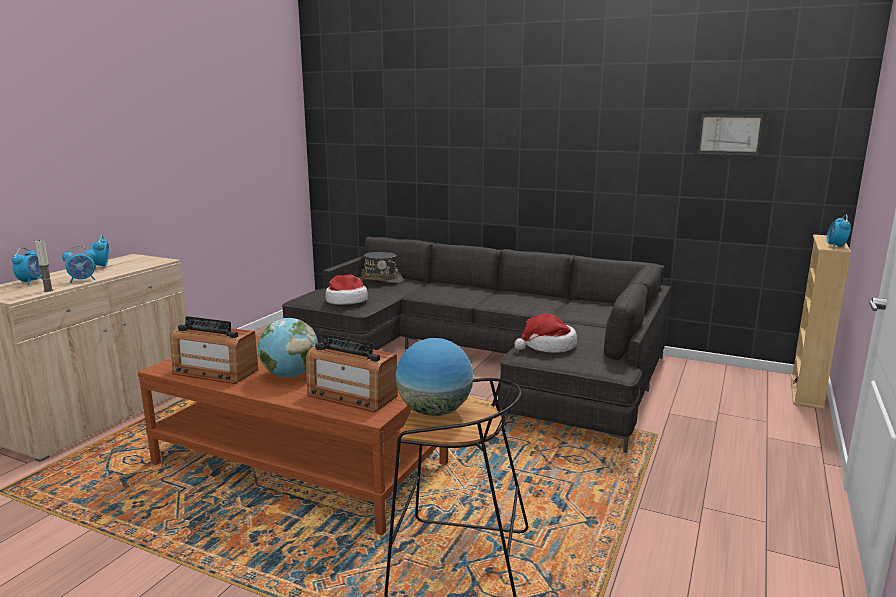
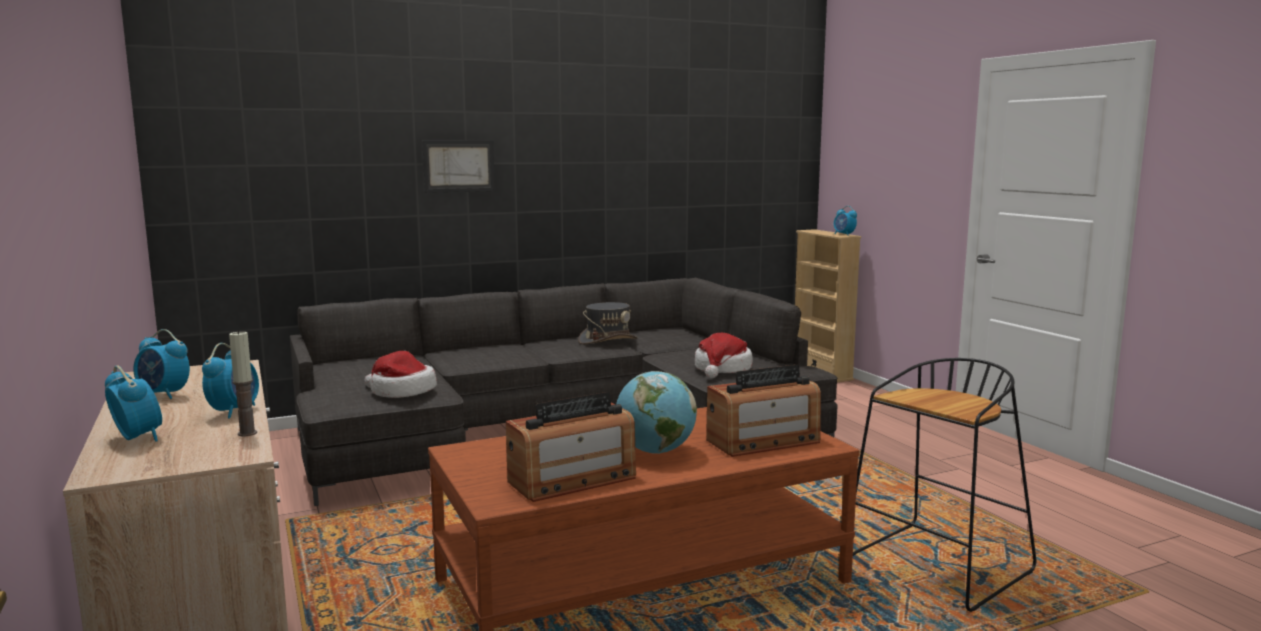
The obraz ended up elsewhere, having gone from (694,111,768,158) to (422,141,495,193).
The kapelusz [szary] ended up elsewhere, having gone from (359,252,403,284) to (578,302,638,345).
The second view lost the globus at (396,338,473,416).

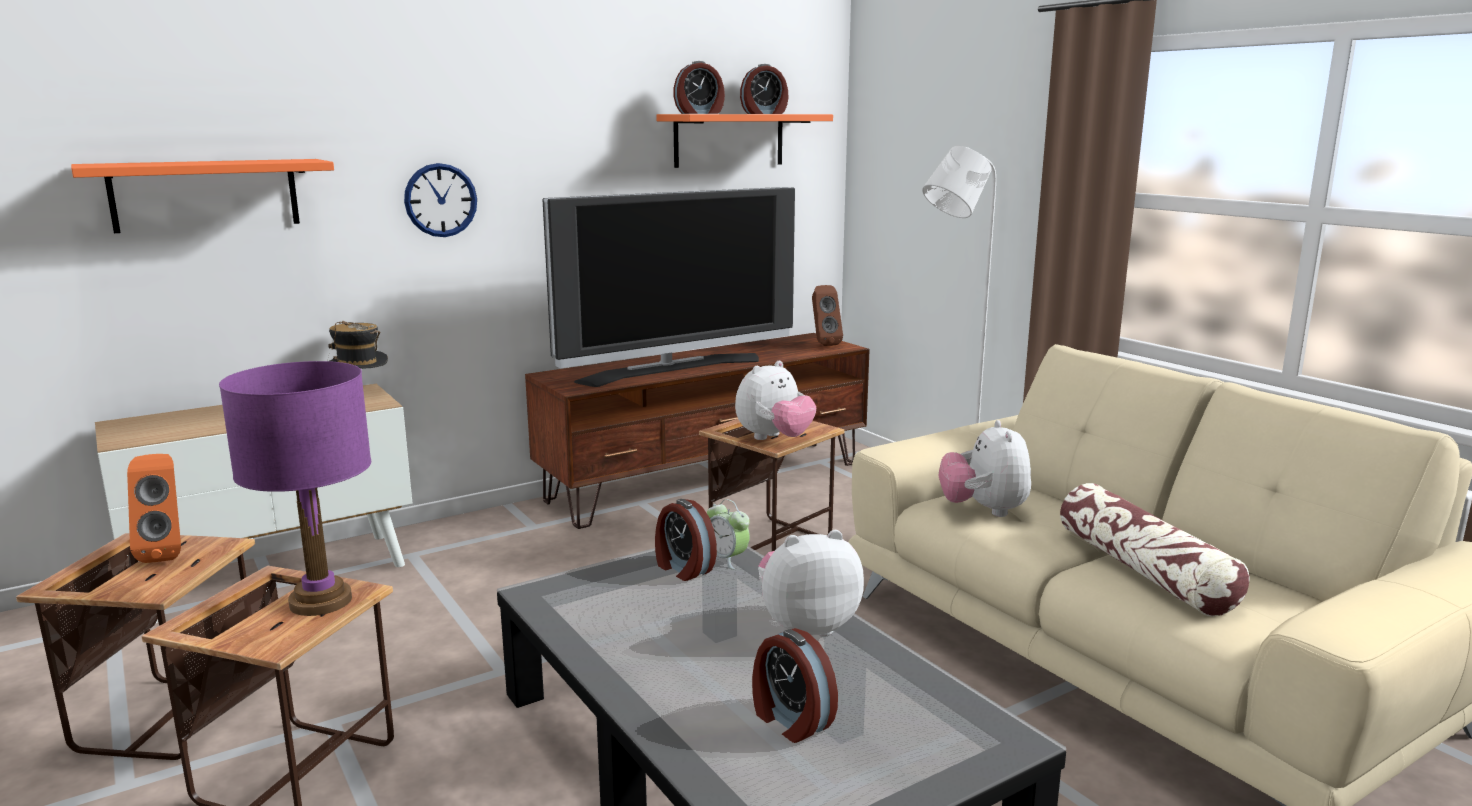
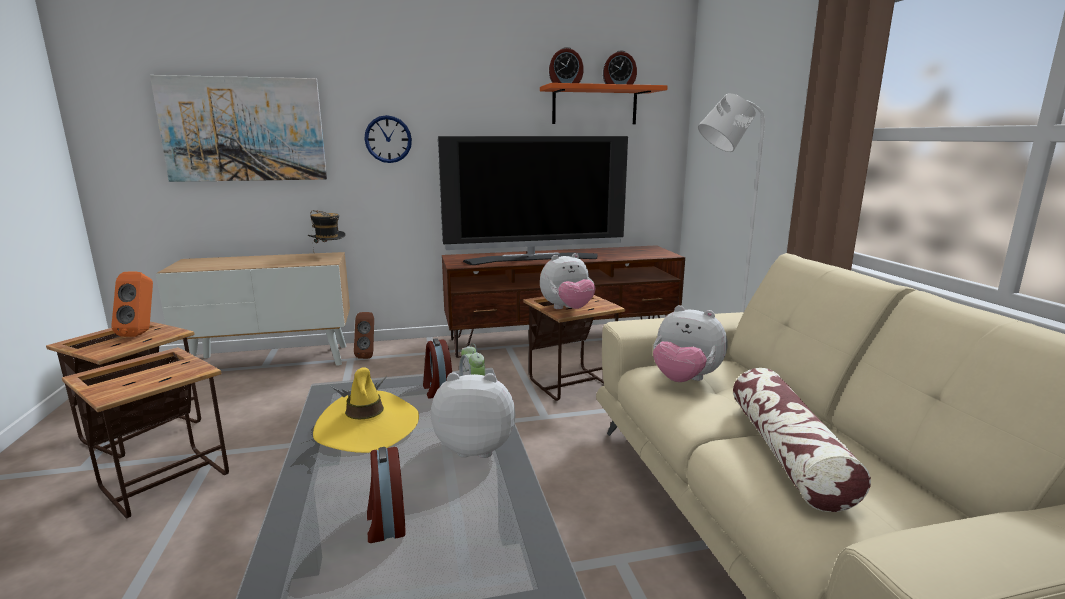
Where the półka [pomarańczowy] hung at (71,159,334,233), the obraz came to hang at (150,75,327,182).
The second view gained the kapelusz [żółty] at (313,367,419,453).
The głośnik [brązowy] ended up elsewhere, having gone from (812,285,843,346) to (354,312,374,359).
The pluszak at (939,420,1031,517) ended up facing another way, 75 degrees counterclockwise from before.
The second view lost the lampa stołowa [fioletowy] at (219,361,371,616).

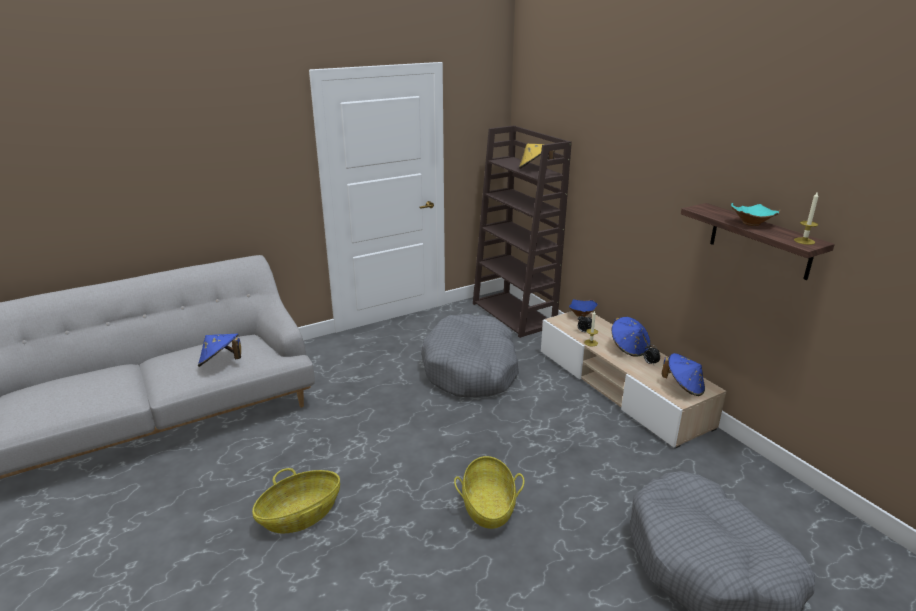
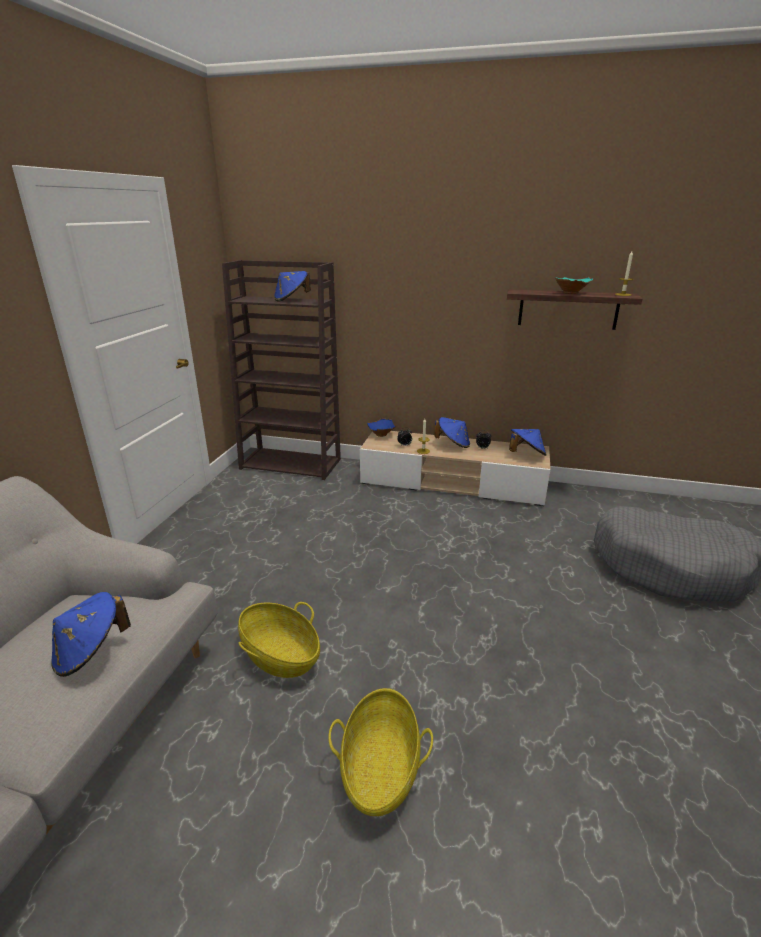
The koszyk ended up elsewhere, having gone from (454,456,524,529) to (238,602,320,678).
What was the kapelusz [żółty] at (519,144,555,169) turned into the kapelusz [niebieski] at (274,271,311,302).
The second view lost the legowisko [szary] at (421,314,519,397).

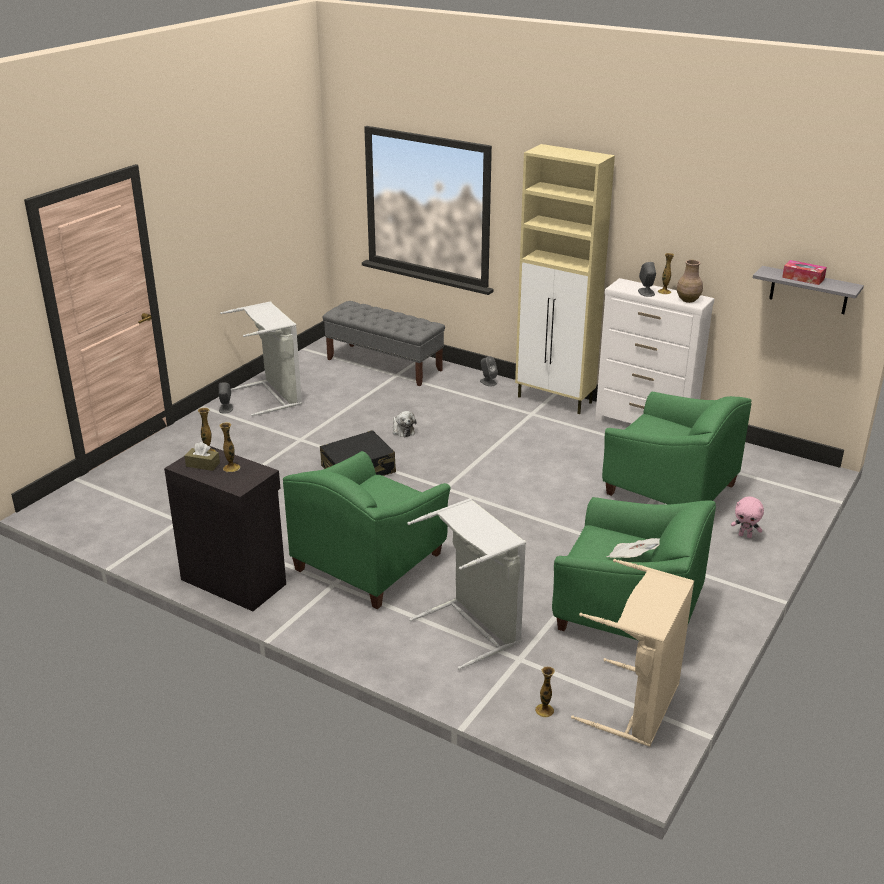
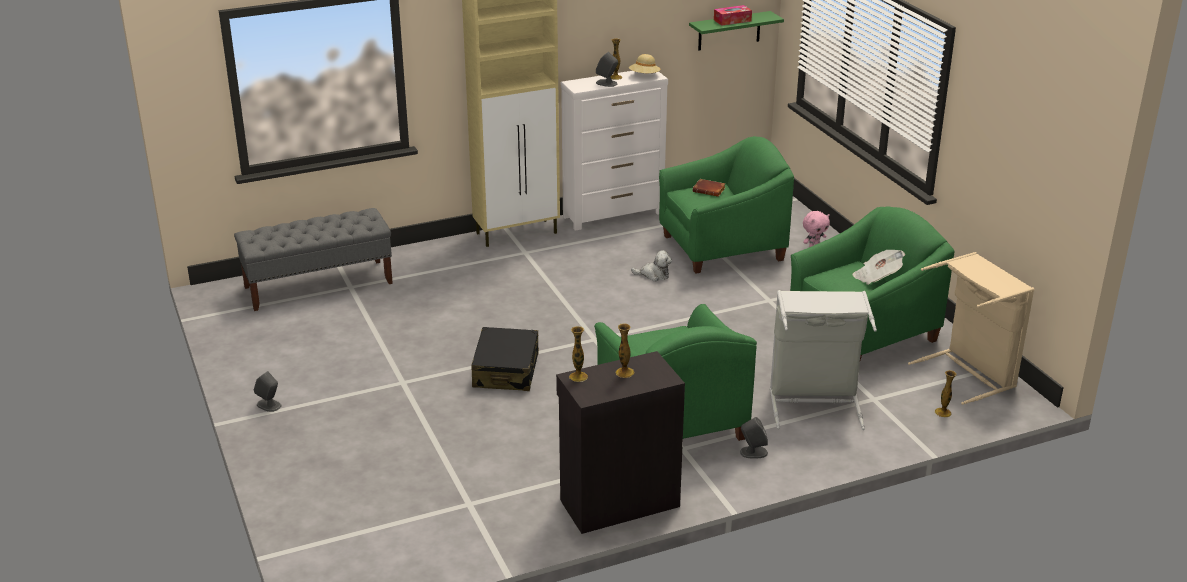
Where the wazon [brązowy] stood at (677,260,703,303), the kapelusz [beżowy] came to stand at (629,54,661,73).
The pluszak ended up elsewhere, having gone from (393,411,417,437) to (631,250,672,281).
What was the półka [szary] at (753,266,864,314) turned into the półka [zielony] at (689,11,784,51).
The second view gained the książka [brązowy] at (693,179,725,197).
The głośnik [szary] ended up elsewhere, having gone from (480,356,498,387) to (740,417,768,458).
The second view lost the pudełko chusteczek [brązowy] at (185,442,220,471).
The second view lost the kosz na pranie [szary] at (220,301,302,416).

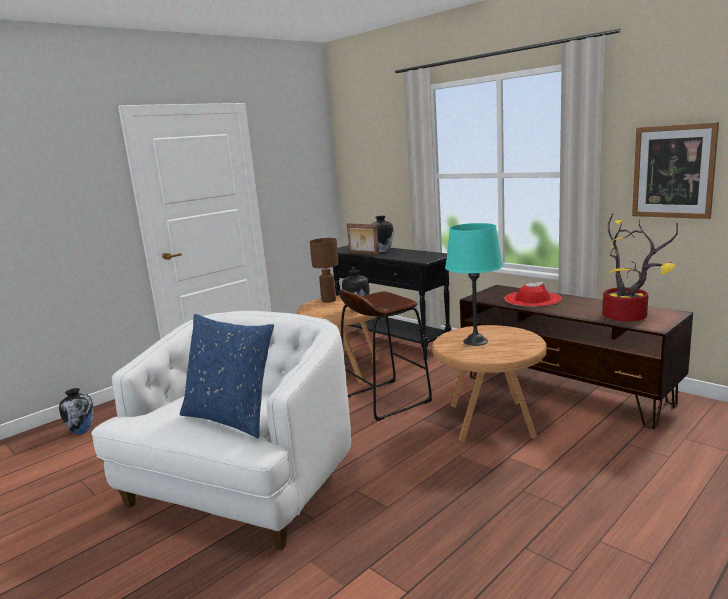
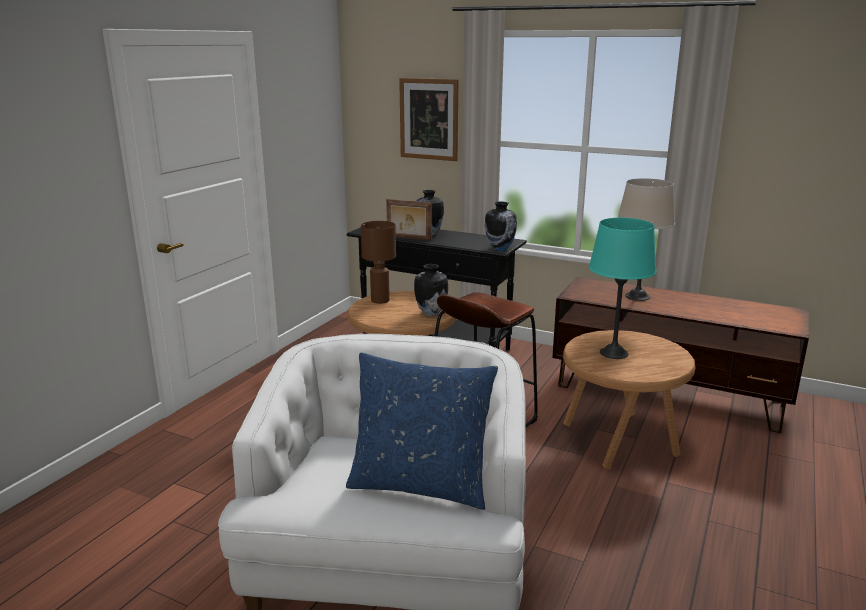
The obraz ended up elsewhere, having gone from (632,122,719,219) to (399,78,458,161).
The wazon ended up elsewhere, having gone from (59,388,94,434) to (485,201,517,251).
Where the kapelusz [czerwony] stood at (504,282,562,307), the lampa stołowa [beżowy] came to stand at (618,178,675,301).
The second view lost the roślina doniczkowa at (603,213,678,322).

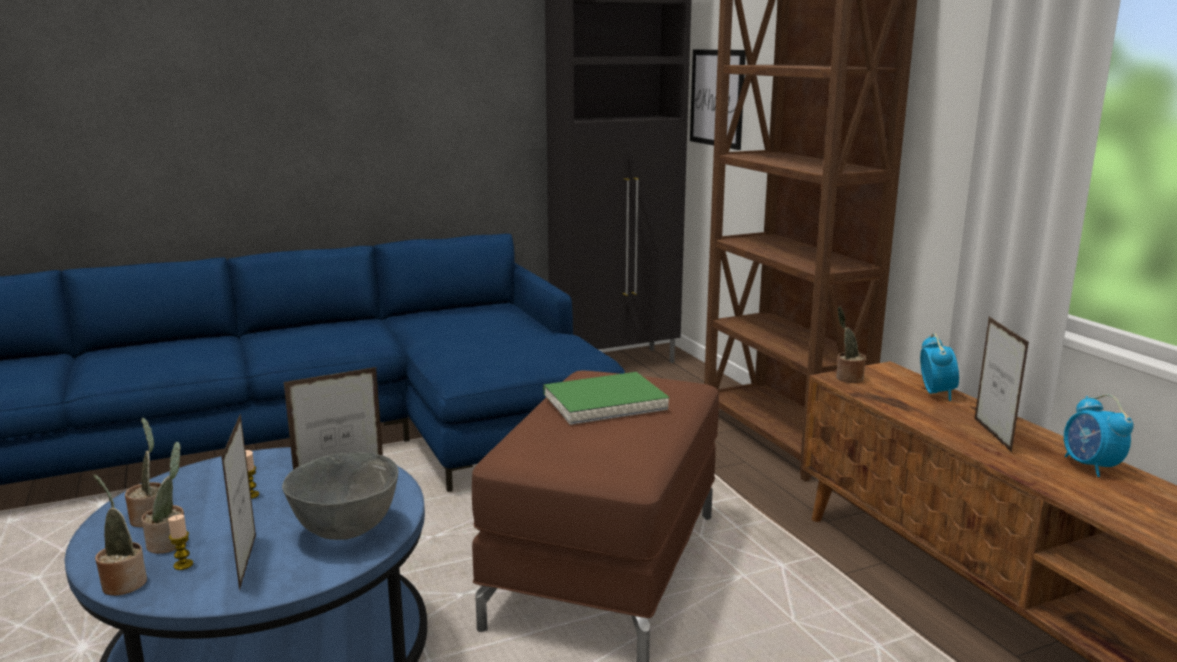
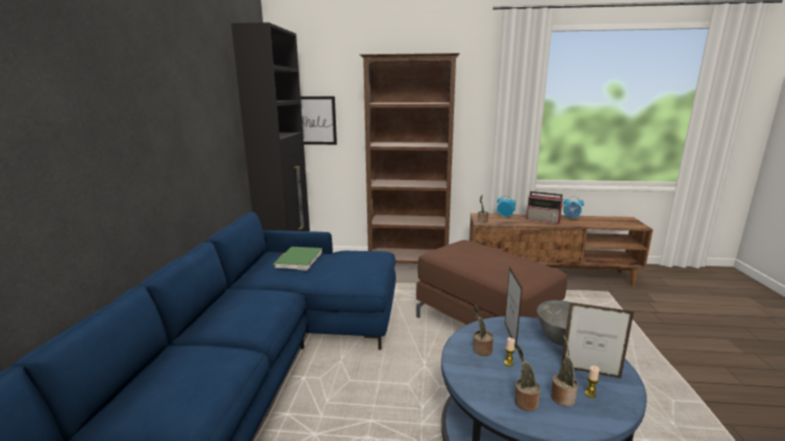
The książka [zielony] ended up elsewhere, having gone from (543,372,670,425) to (273,247,322,271).
The roślina doniczkowa ended up elsewhere, having gone from (93,474,147,596) to (473,305,493,356).
Where the ramka na zdjęcie stood at (975,317,1029,453), the radio came to stand at (526,191,563,224).

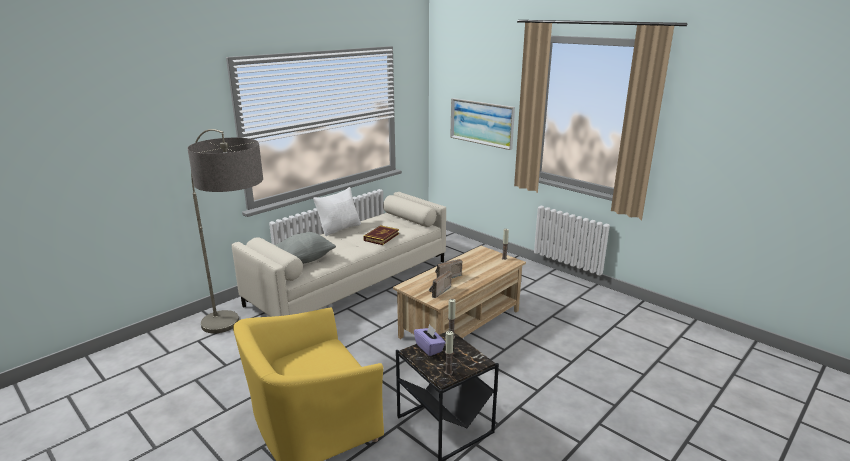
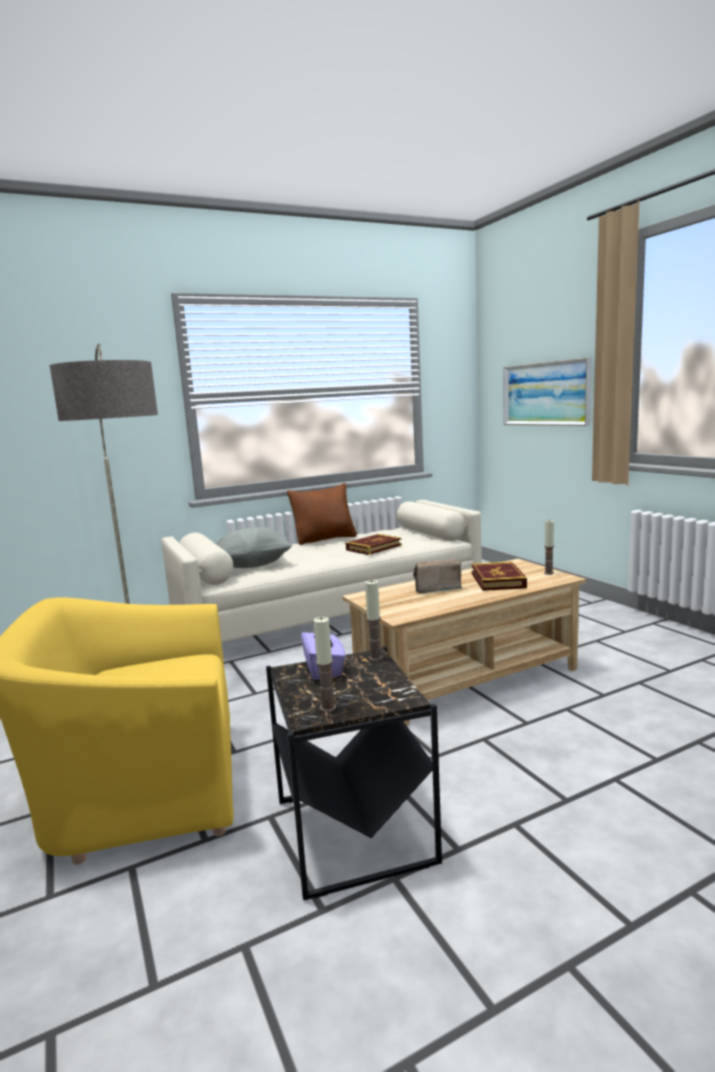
What was the poduszka [biały] at (313,187,361,236) turned into the poduszka [brązowy] at (287,483,357,545).
The second view gained the książka at (471,561,527,591).
The second view lost the radio at (429,270,452,298).

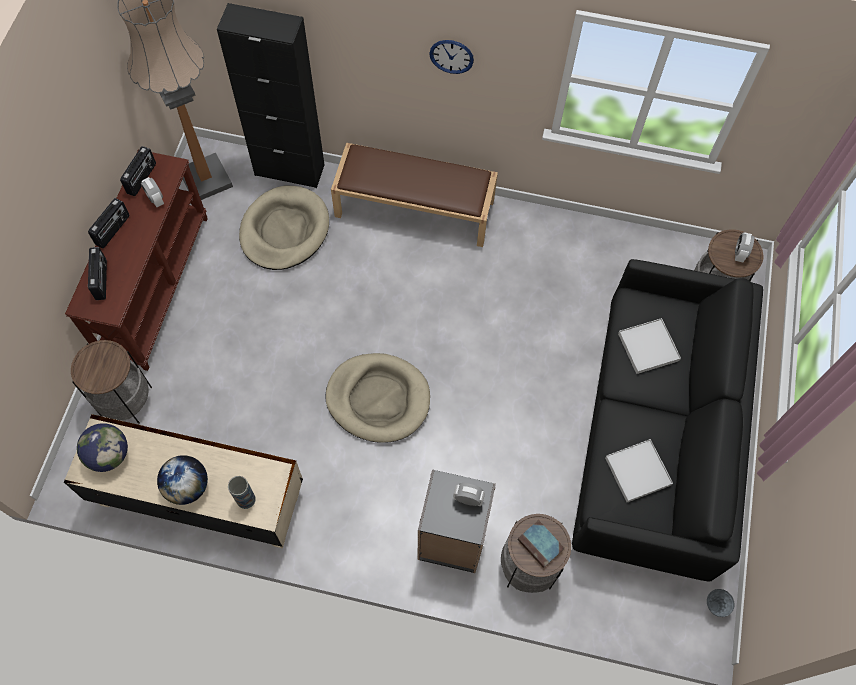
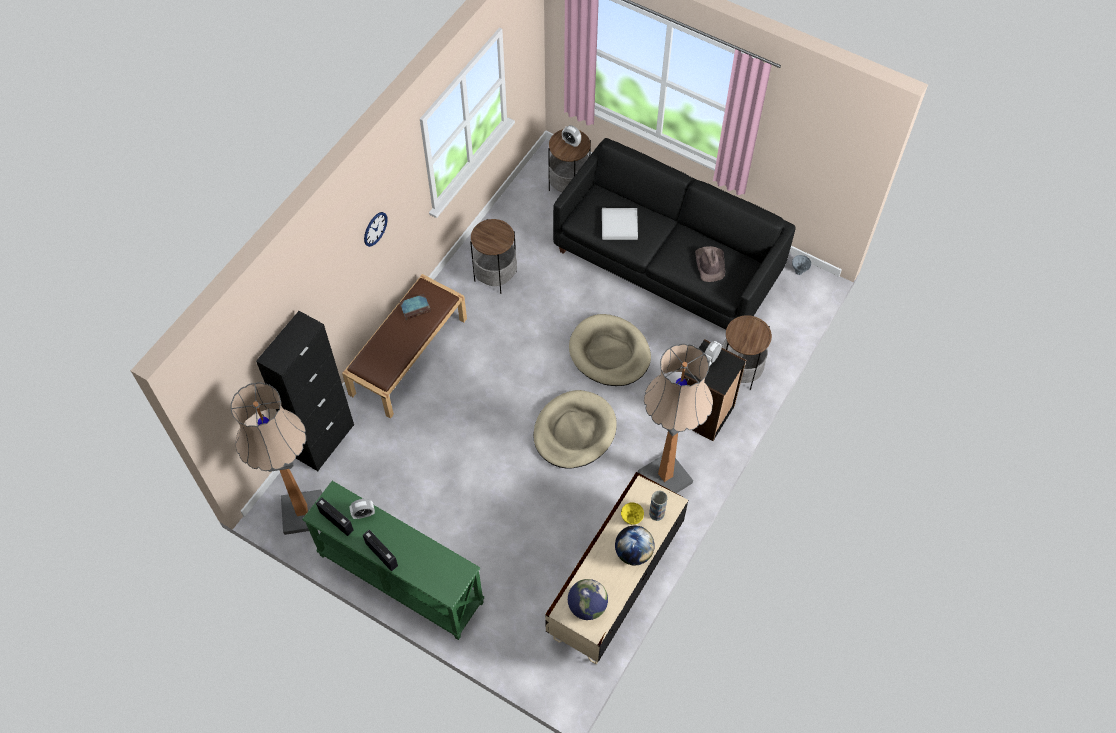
What was the stolik konsolowy [brązowy] at (65,150,208,371) turned into the stolik konsolowy [zielony] at (303,481,484,640).
The książka ended up elsewhere, having gone from (517,520,564,568) to (399,294,431,320).
The stolik ended up elsewhere, having gone from (71,340,152,424) to (470,219,517,294).
The legowisko [beżowy] ended up elsewhere, having gone from (239,185,329,270) to (569,314,651,386).
The second view gained the wazon [żółty] at (621,502,644,525).
The second view gained the lampa stojąca at (638,344,713,493).
Where the taca [biały] stood at (605,439,673,502), the kapelusz [brązowy] came to stand at (695,246,725,282).
The second view lost the radio at (88,247,107,300).

